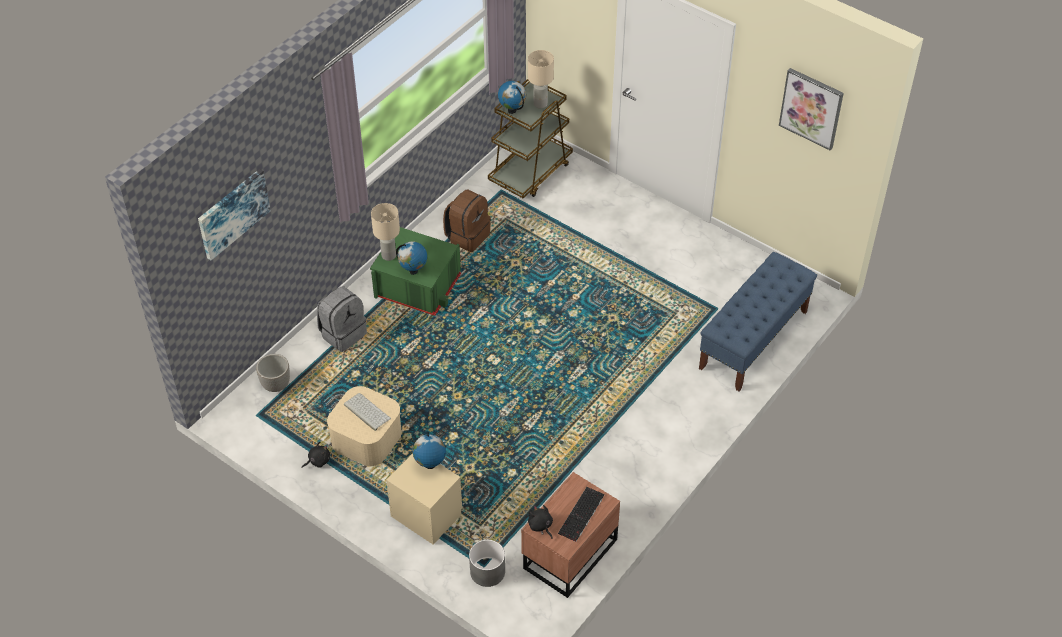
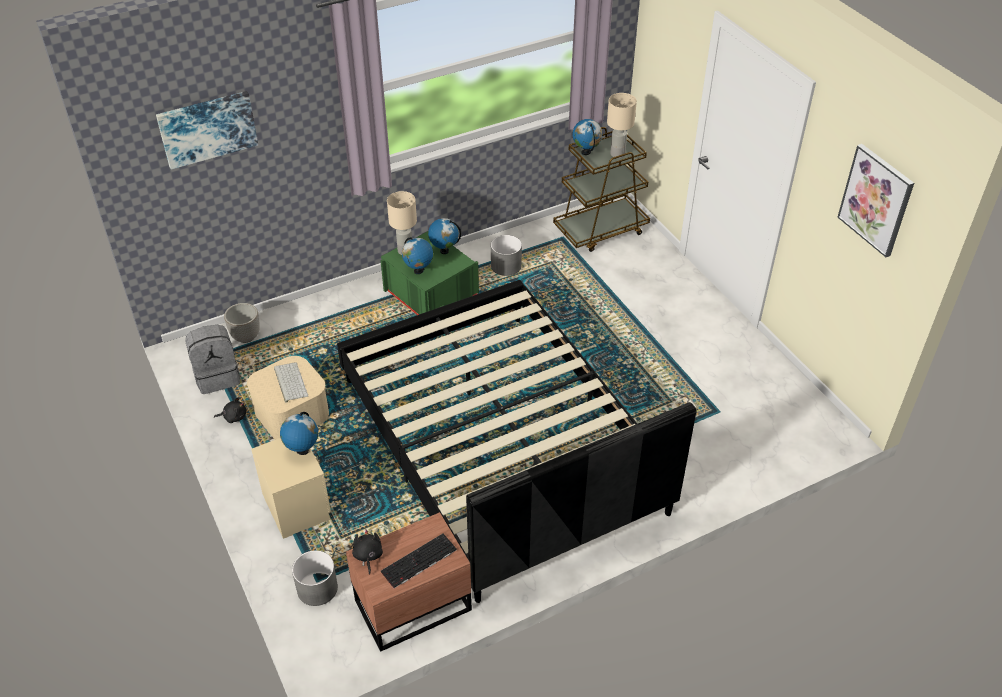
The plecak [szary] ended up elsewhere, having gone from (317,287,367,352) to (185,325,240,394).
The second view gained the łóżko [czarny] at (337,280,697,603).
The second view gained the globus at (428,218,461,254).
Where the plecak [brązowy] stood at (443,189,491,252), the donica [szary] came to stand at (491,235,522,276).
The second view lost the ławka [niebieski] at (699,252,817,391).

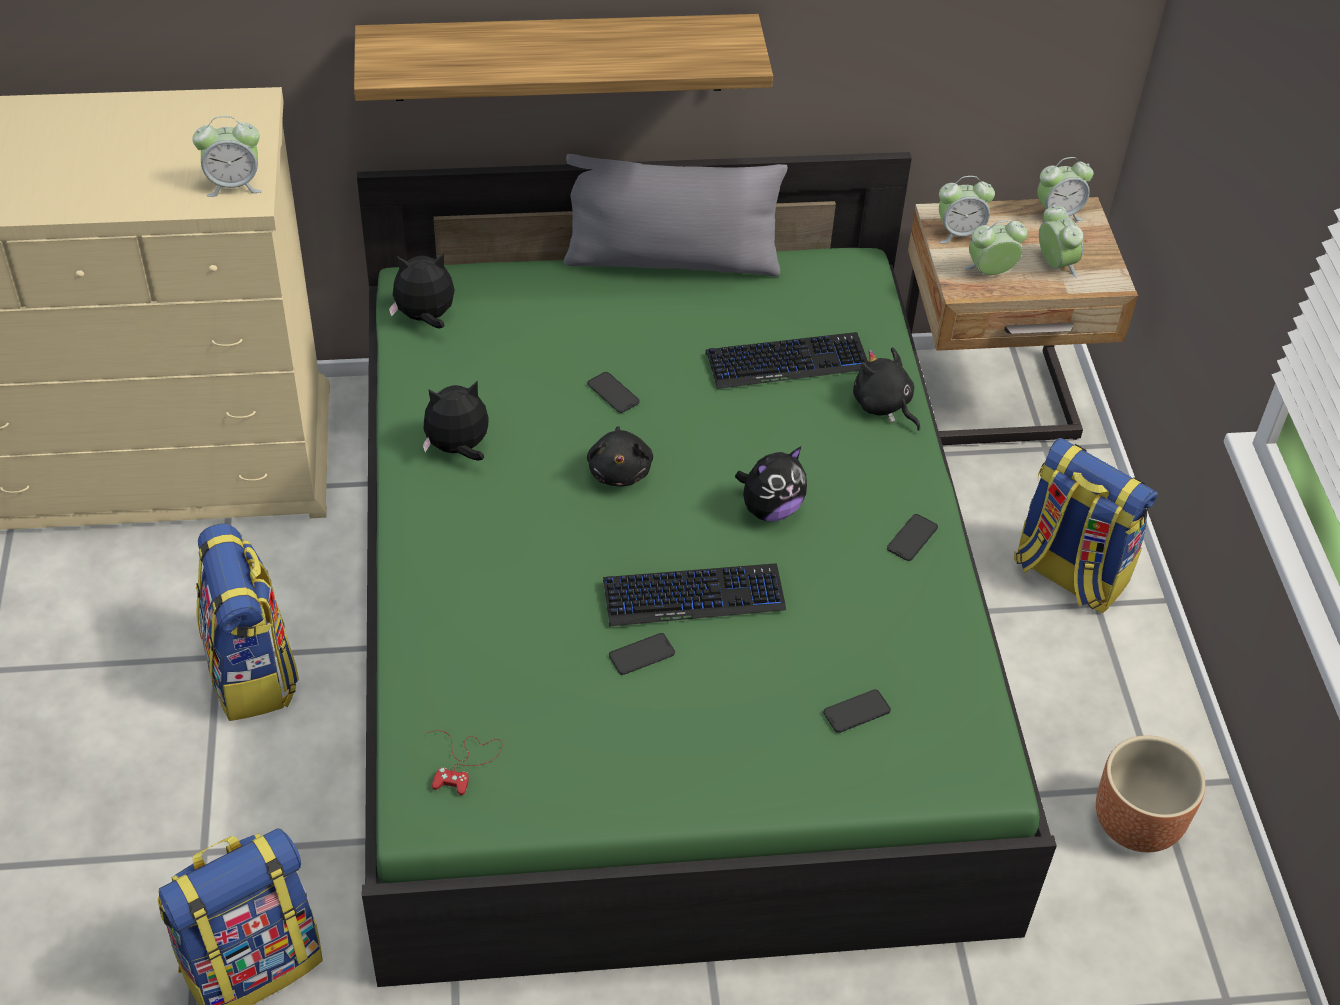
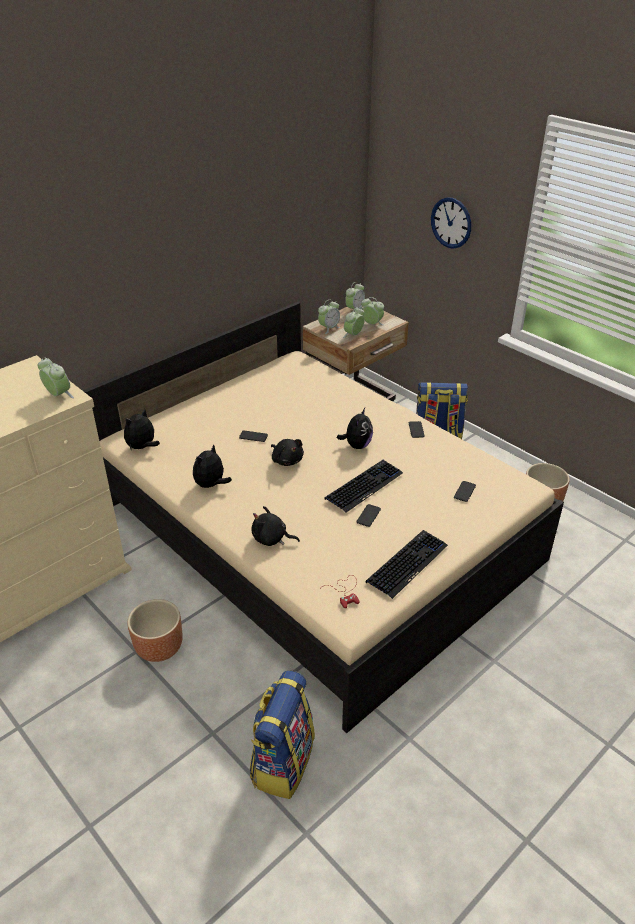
The budzik at (192,116,262,197) ended up facing another way, 90 degrees counterclockwise from before.
What was the łóżko [zielony] at (357,152,1057,987) turned into the łóżko [beżowy] at (82,302,564,733).
Where the plecak stood at (196,524,299,721), the donica [brązowy] came to stand at (128,599,183,662).
The pluszak [czarny] ended up elsewhere, having gone from (853,347,920,431) to (251,506,300,546).
The klawiatura ended up elsewhere, having gone from (705,332,868,389) to (366,530,448,599).
The second view gained the zegar ścienny at (431,197,471,249).
The second view lost the półka at (354,14,773,101).
The second view lost the poduszka [szary] at (564,154,788,276).

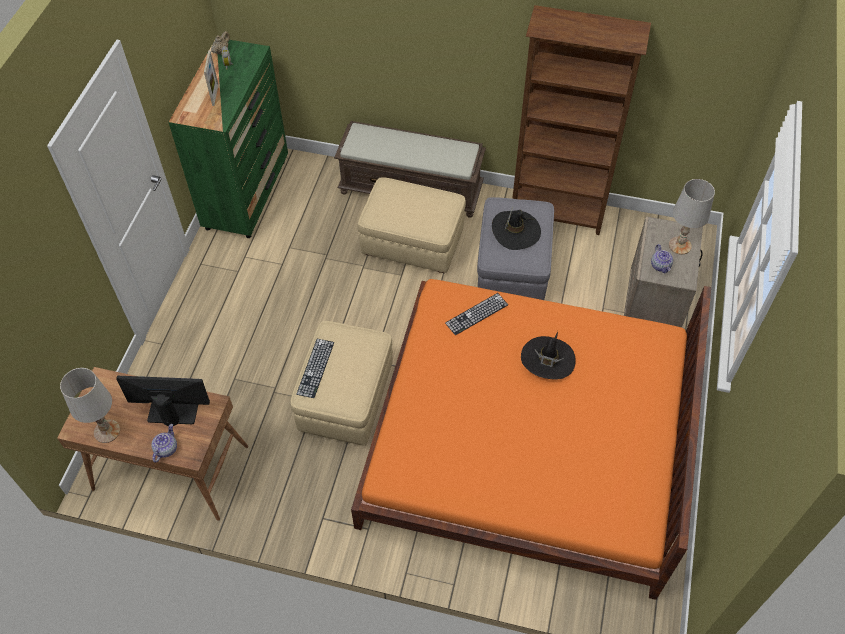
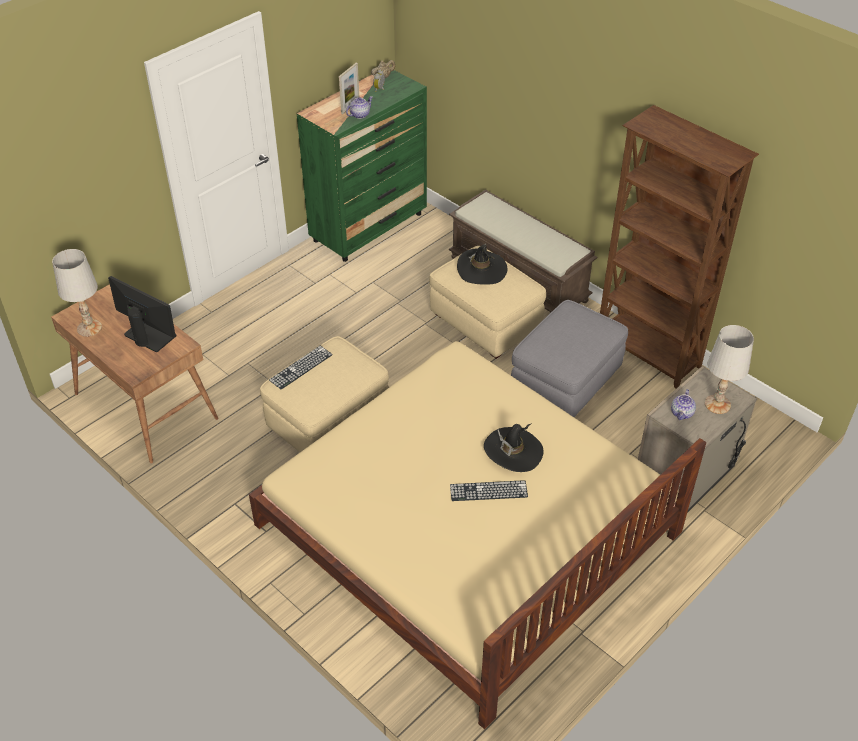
What was the łóżko [pomarańczowy] at (351,279,711,600) turned into the łóżko [beżowy] at (249,341,707,730).
The imbryk ended up elsewhere, having gone from (151,424,177,463) to (346,96,373,119).
The klawiatura ended up elsewhere, having gone from (445,293,508,335) to (450,480,528,501).
The kapelusz [czarny] ended up elsewhere, having gone from (492,207,541,250) to (457,243,508,285).

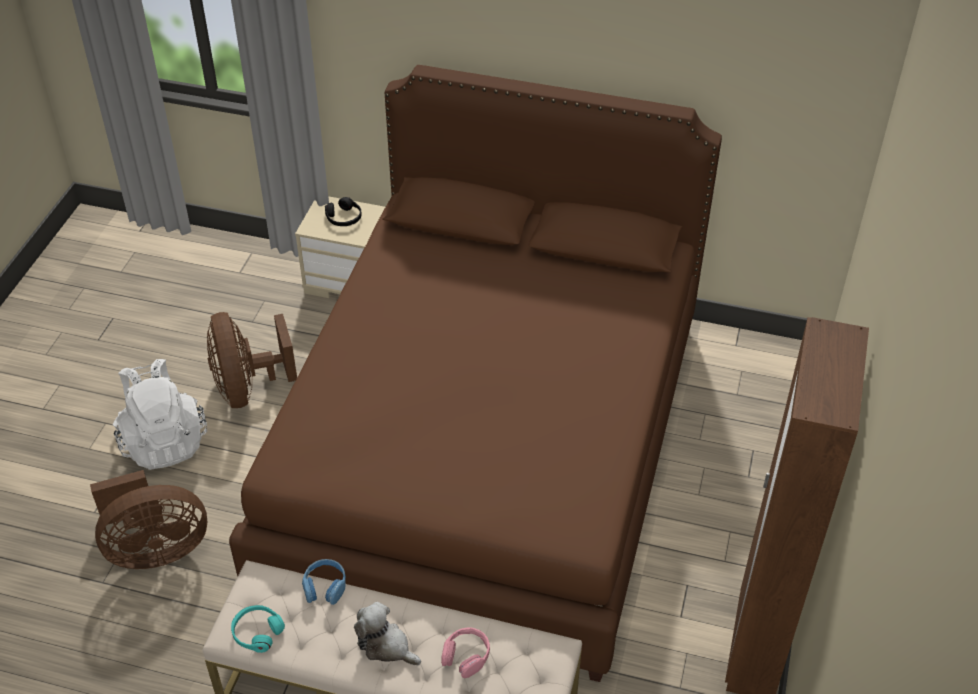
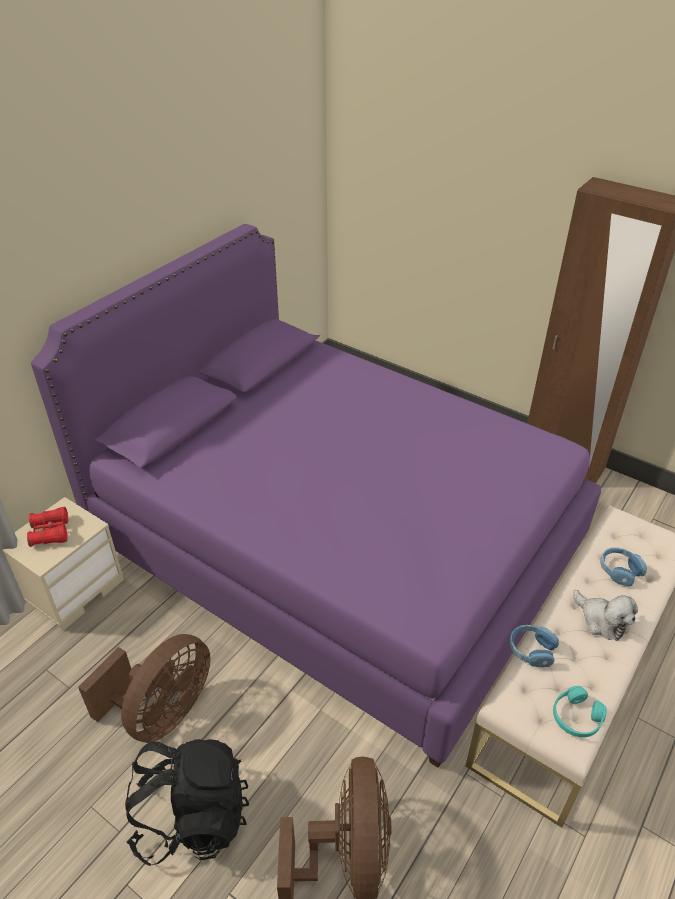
Where the słuchawki [czarny] stood at (325,197,362,226), the lornetka [czerwony] came to stand at (27,507,68,547).
What was the łóżko [brązowy] at (229,65,722,682) turned into the łóżko [fioletowy] at (31,224,601,768).
The wentylator [brązowy] at (207,312,297,408) ended up facing another way, 60 degrees counterclockwise from before.
What was the plecak [biały] at (113,359,207,470) turned into the plecak [czarny] at (125,739,249,866).
The pluszak at (354,602,421,665) ended up facing another way, 90 degrees counterclockwise from before.
What was the słuchawki [różowy] at (441,627,490,678) turned into the słuchawki [niebieski] at (600,547,647,586).

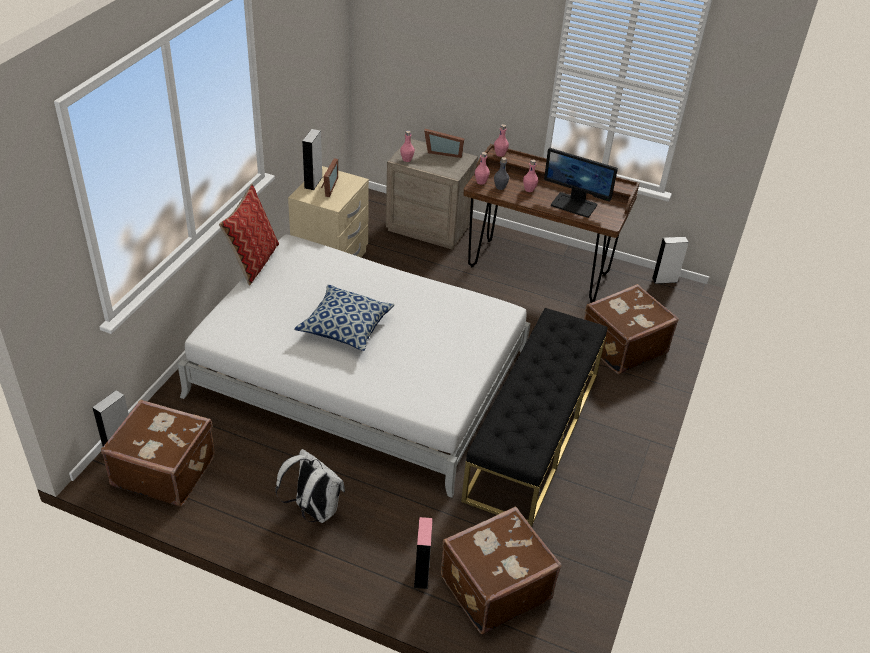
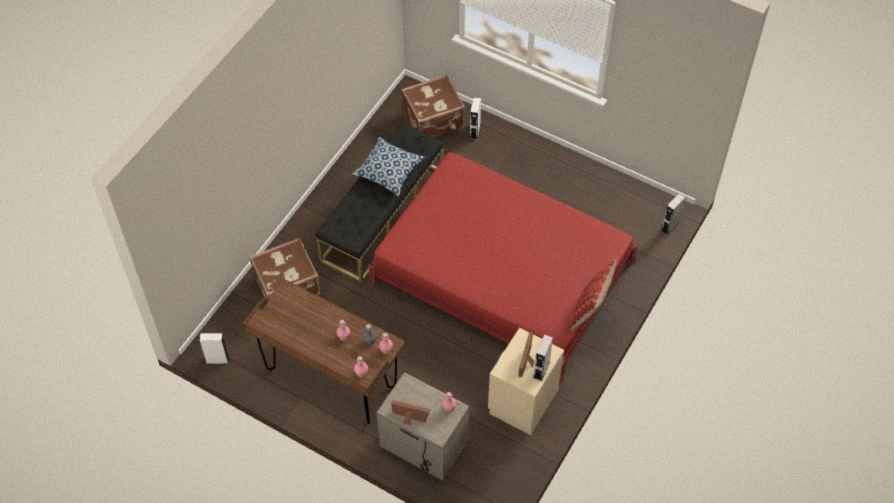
The poduszka ended up elsewhere, having gone from (294,284,395,351) to (352,137,426,196).
What was the łóżko [biały] at (177,234,530,498) turned into the łóżko [czerwony] at (368,152,638,383).
What was the głośnik [różowy] at (414,517,433,589) turned into the głośnik [biały] at (469,97,481,140).
The second view lost the walizka [brązowy] at (101,399,215,506).
The second view lost the plecak [biały] at (275,449,345,523).
The second view lost the monitor at (544,148,618,218).

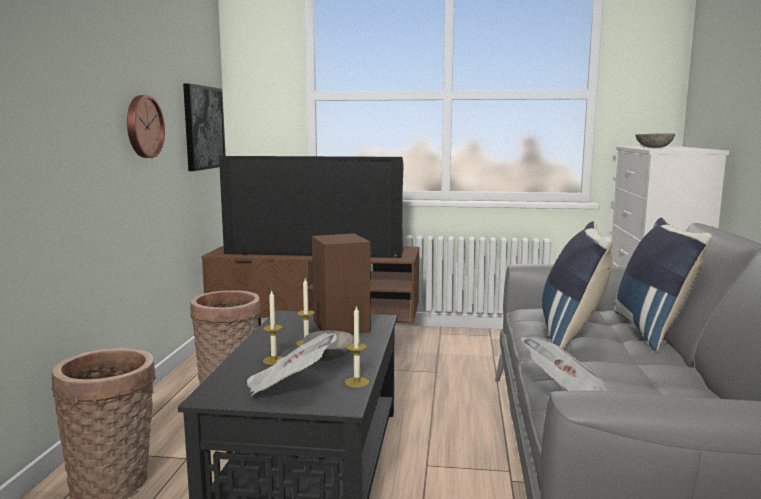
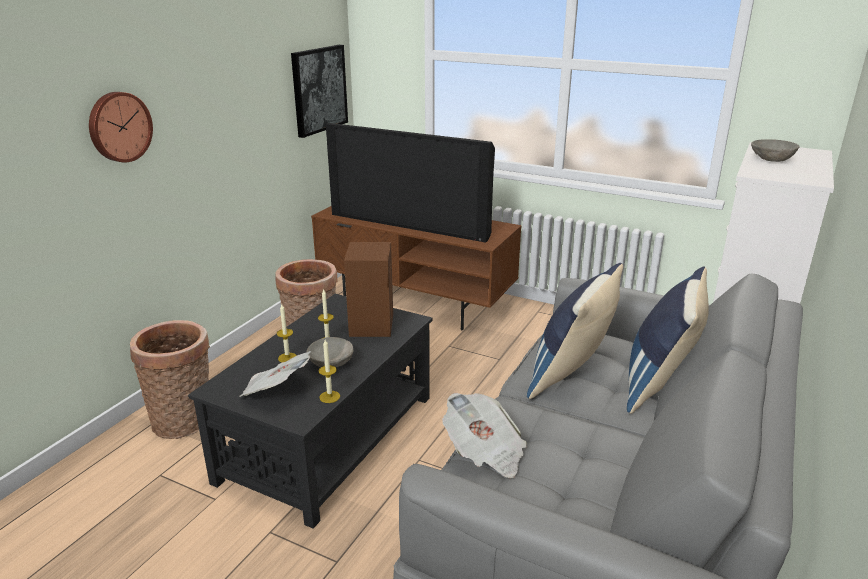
The zegar ścienny ended up elsewhere, having gone from (127,95,165,158) to (89,92,153,163).

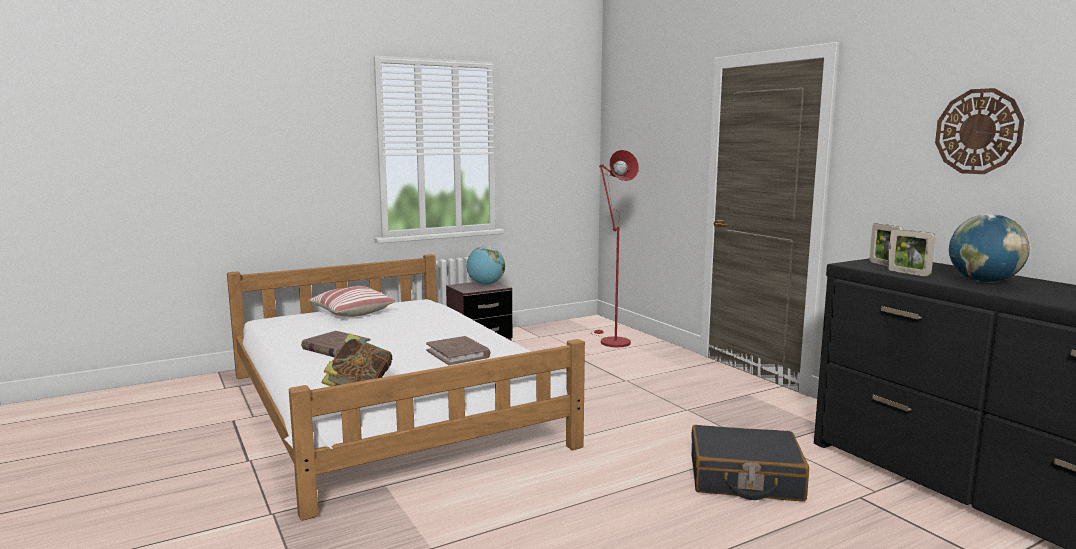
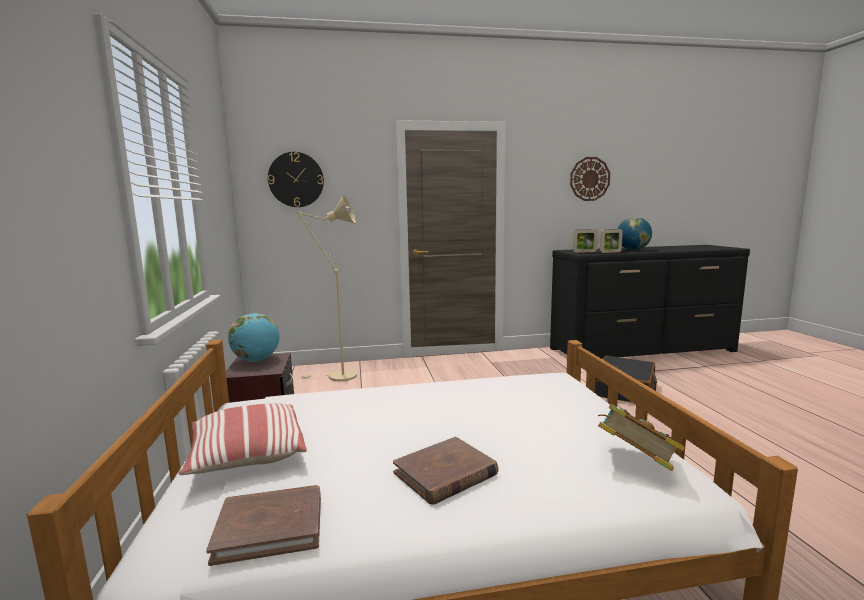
The książka [brązowy] ended up elsewhere, having gone from (426,336,490,365) to (206,485,321,566).
The second view gained the zegar ścienny at (268,152,324,207).
What was the lampa stojąca [czerwony] at (593,150,639,348) turned into the lampa stojąca [beżowy] at (297,195,357,382).

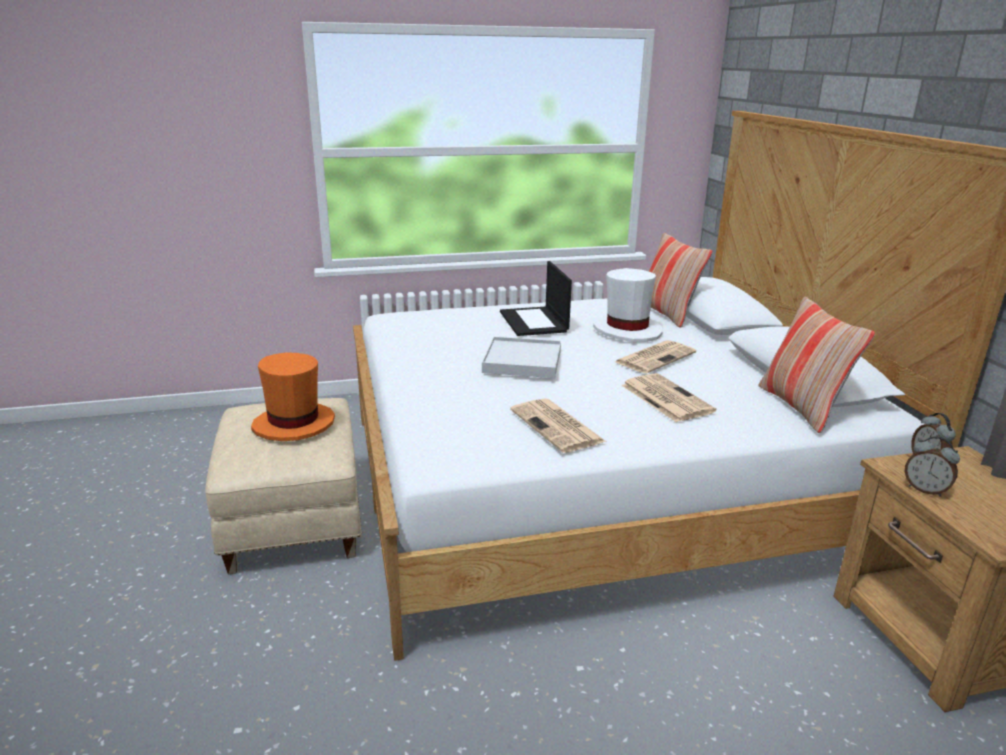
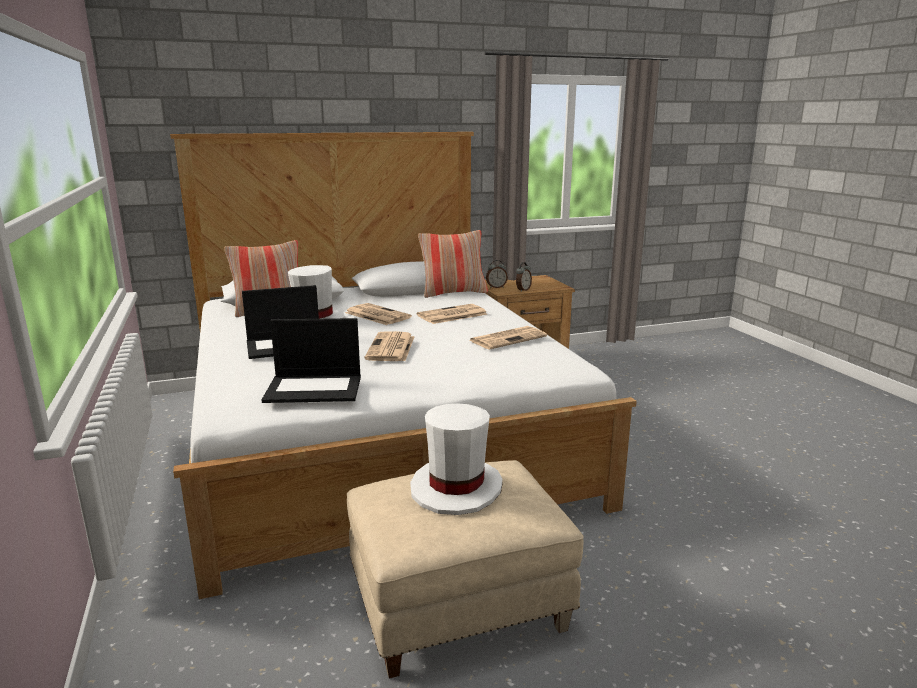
The second view gained the laptop at (262,318,361,403).
Where the taca [biały] stood at (482,337,561,378), the gazeta came to stand at (364,331,414,361).
What was the kapelusz [pomarańczowy] at (251,352,335,441) turned into the kapelusz [biały] at (410,404,503,515).

